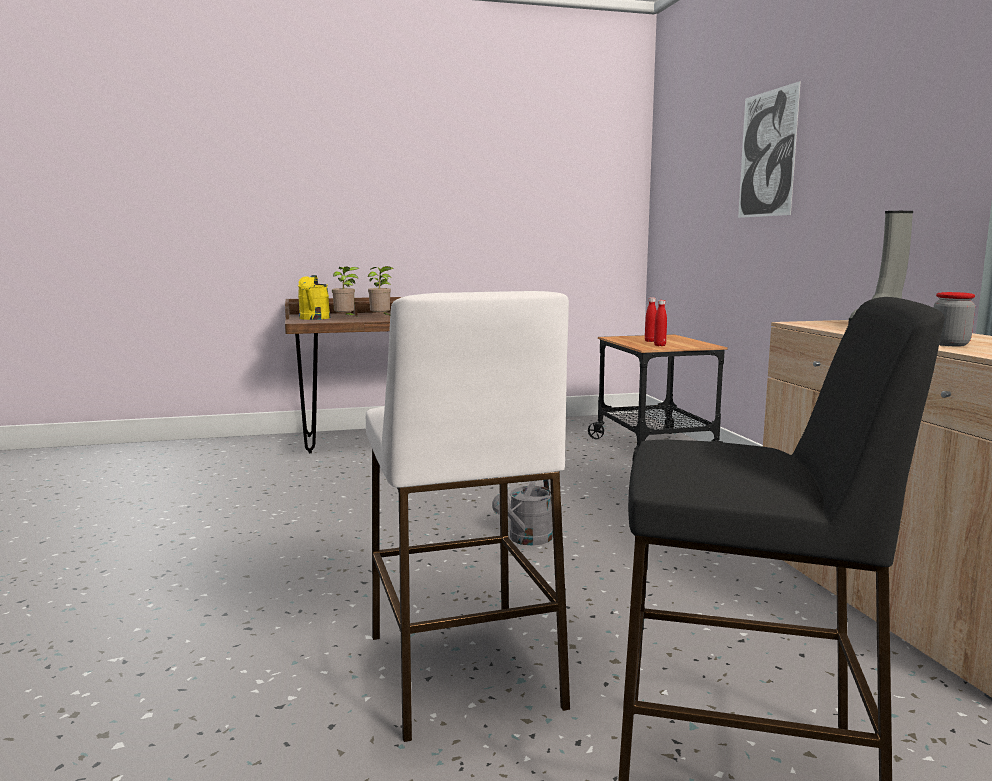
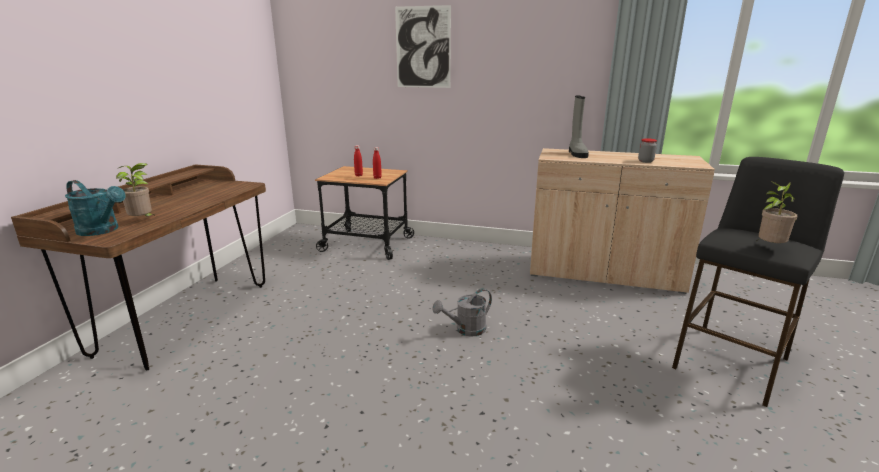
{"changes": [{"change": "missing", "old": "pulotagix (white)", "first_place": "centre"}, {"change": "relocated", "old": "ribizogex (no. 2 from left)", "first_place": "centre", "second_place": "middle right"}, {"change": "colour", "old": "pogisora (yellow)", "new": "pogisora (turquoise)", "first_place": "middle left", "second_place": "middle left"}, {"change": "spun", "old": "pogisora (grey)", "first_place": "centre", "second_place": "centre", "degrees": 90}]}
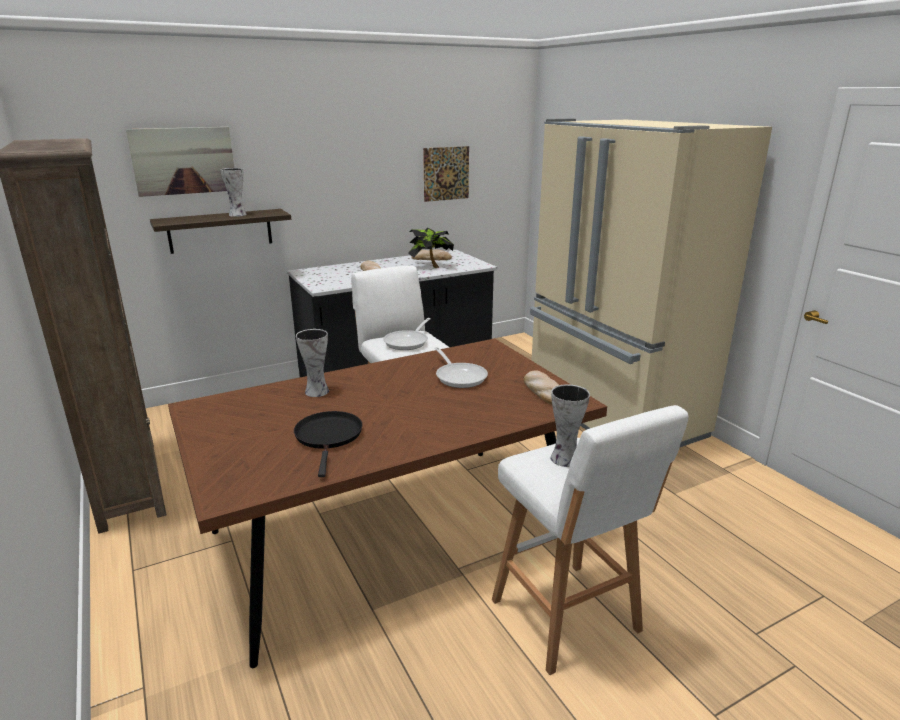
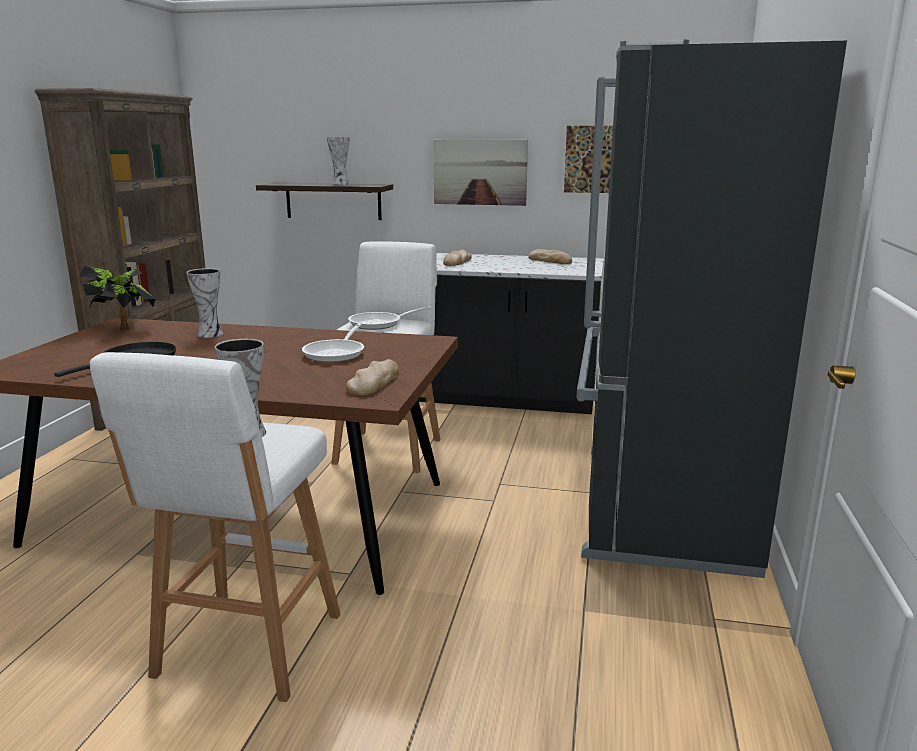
{"changes": [{"change": "relocated", "old": "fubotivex (no. 1 from left)", "first_place": "top left", "second_place": "top centre"}, {"change": "relocated", "old": "ribizogex", "first_place": "centre", "second_place": "middle left"}, {"change": "colour", "old": "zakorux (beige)", "new": "zakorux (black)", "first_place": "middle right", "second_place": "middle right"}]}
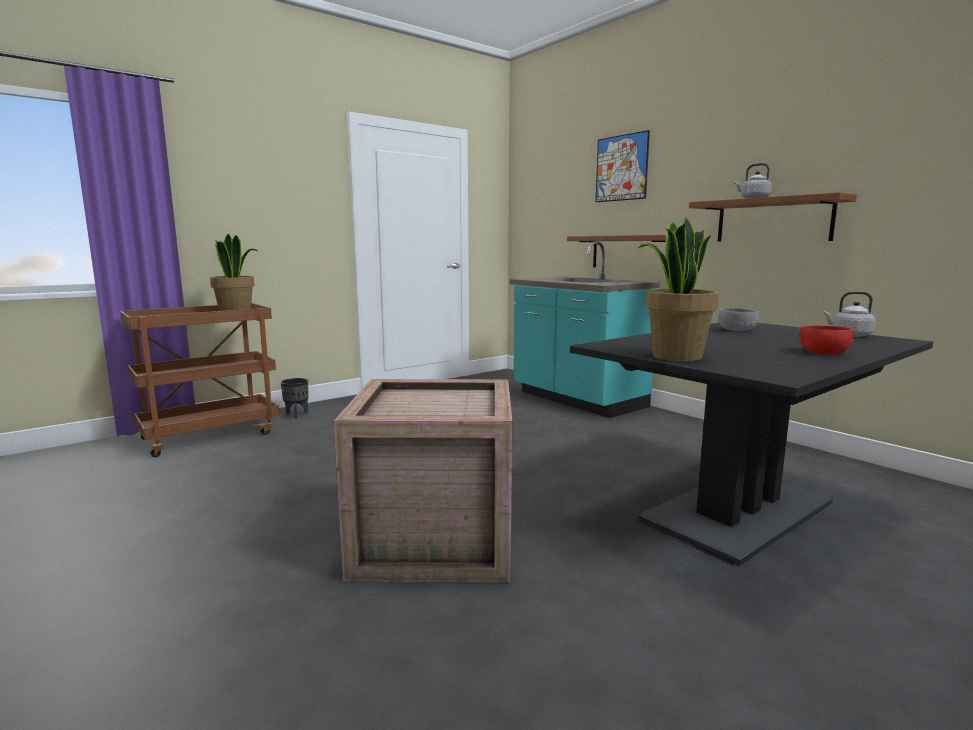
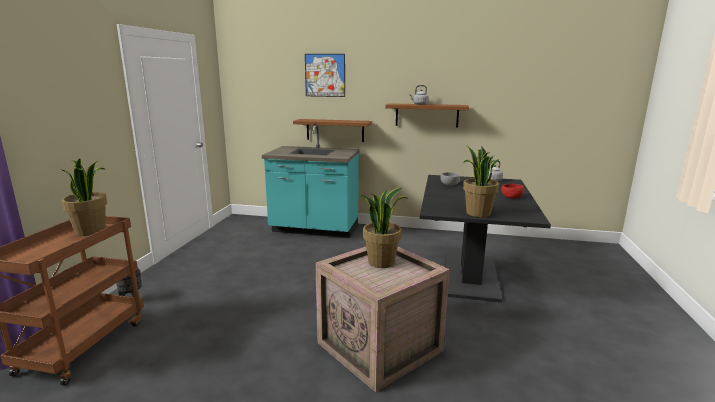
{"changes": [{"change": "appeared", "new": "ribizogex (no. 2 from left)", "second_place": "centre"}]}
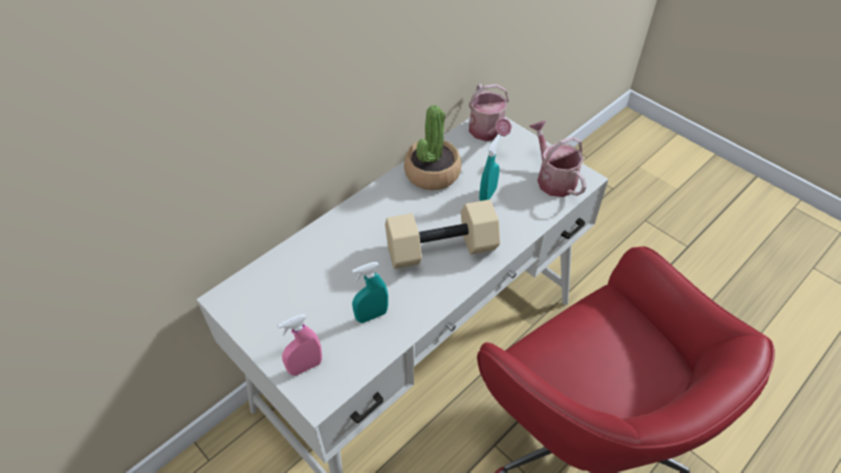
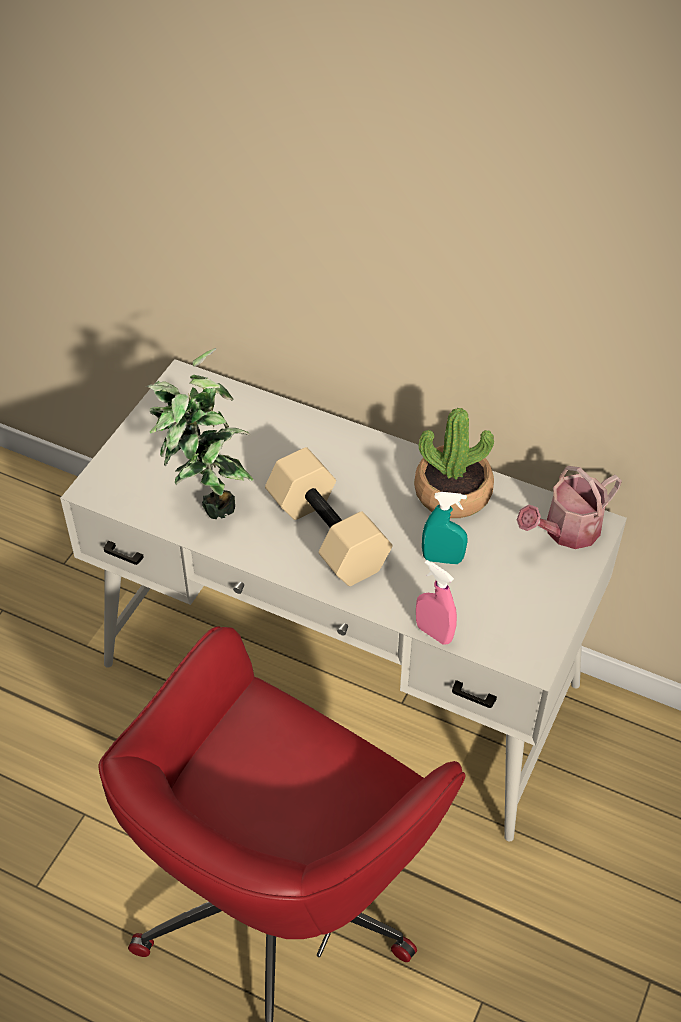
{"changes": [{"change": "missing", "old": "pogisora (no. 2 from left)", "first_place": "centre"}, {"change": "relocated", "old": "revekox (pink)", "first_place": "bottom centre", "second_place": "centre"}, {"change": "exchanged", "old": "revekox (turquoise) (no. 1 from left)", "new": "ribizogex (no. 1 from left)", "first_place": "centre", "second_place": "middle left"}]}
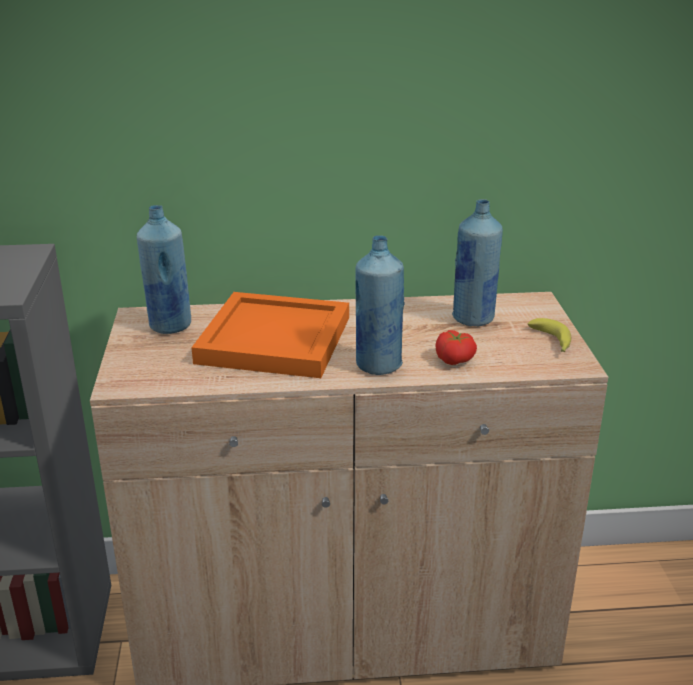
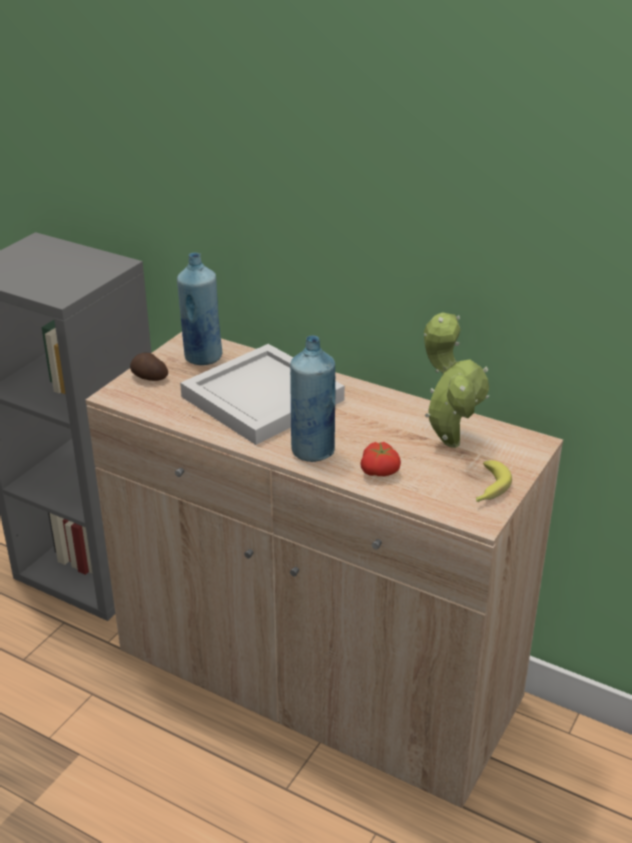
{"changes": [{"change": "appeared", "new": "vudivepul", "second_place": "middle left"}, {"change": "exchanged", "old": "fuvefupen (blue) (no. 3 from left)", "new": "ribizogex", "first_place": "middle right", "second_place": "middle right"}, {"change": "colour", "old": "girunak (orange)", "new": "girunak (white)", "first_place": "centre", "second_place": "centre"}]}
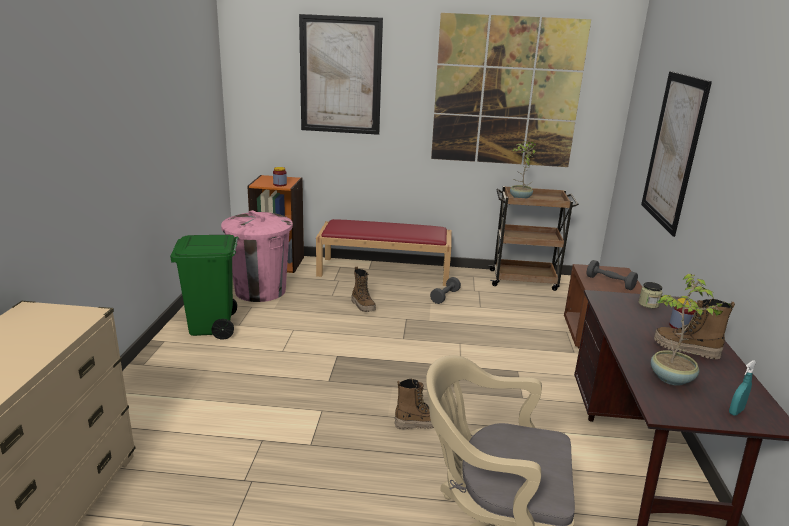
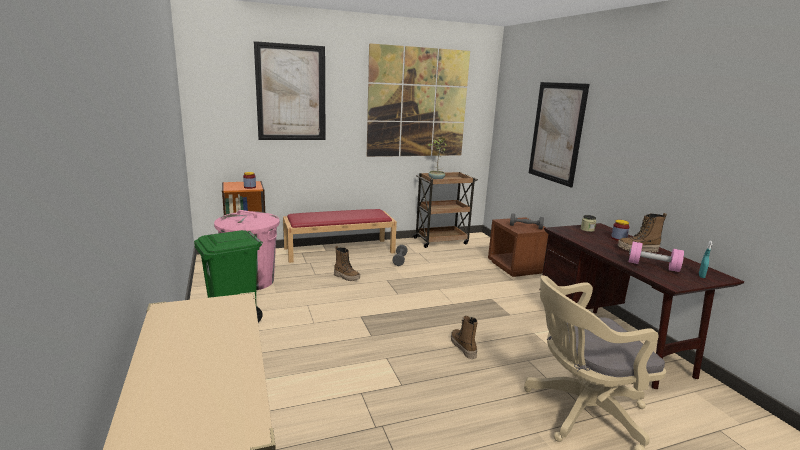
{"changes": [{"change": "exchanged", "old": "ribizogex (no. 2 from left)", "new": "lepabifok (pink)", "first_place": "middle right", "second_place": "middle right"}, {"change": "spun", "old": "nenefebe (no. 2 from left)", "first_place": "bottom centre", "second_place": "bottom centre", "degrees": -75}]}
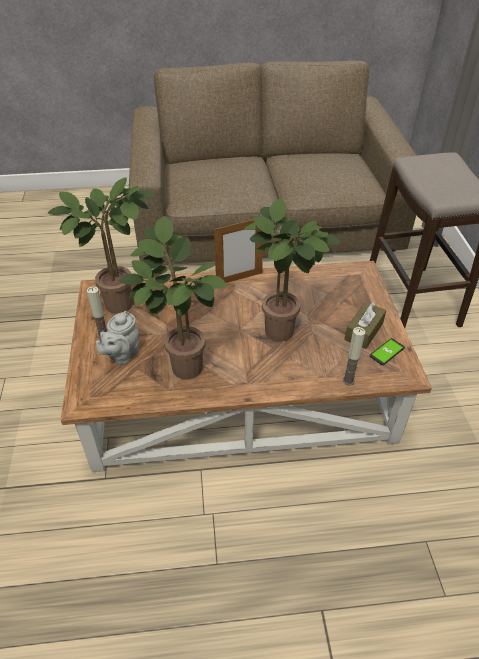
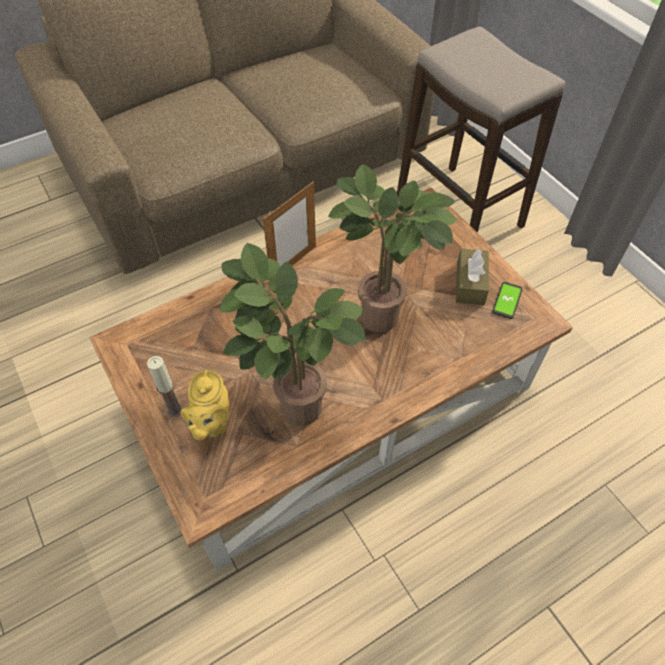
{"changes": [{"change": "missing", "old": "ribizogex (no. 1 from left)", "first_place": "middle left"}, {"change": "missing", "old": "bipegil (no. 2 from left)", "first_place": "middle right"}, {"change": "colour", "old": "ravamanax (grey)", "new": "ravamanax (yellow)", "first_place": "middle left", "second_place": "middle left"}]}
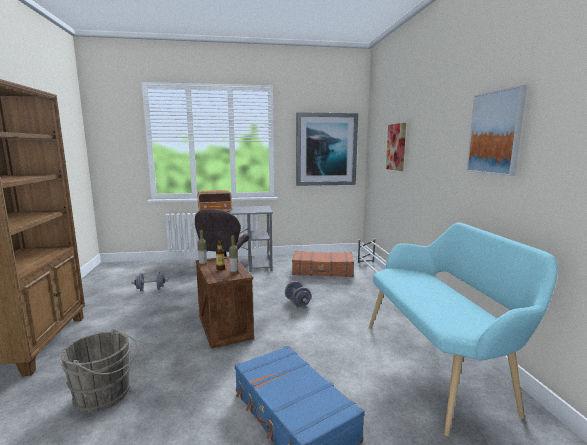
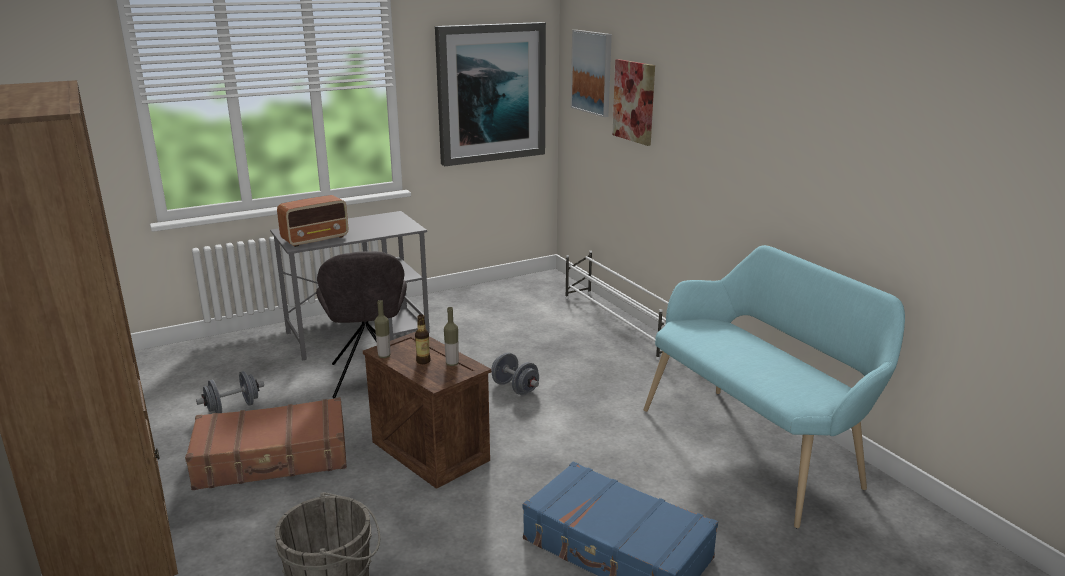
{"changes": [{"change": "relocated", "old": "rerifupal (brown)", "first_place": "centre", "second_place": "bottom left"}, {"change": "relocated", "old": "fubotivex (no. 3 from left in the first image)", "new": "fubotivex (no. 2 from left)", "first_place": "top right", "second_place": "top centre"}]}
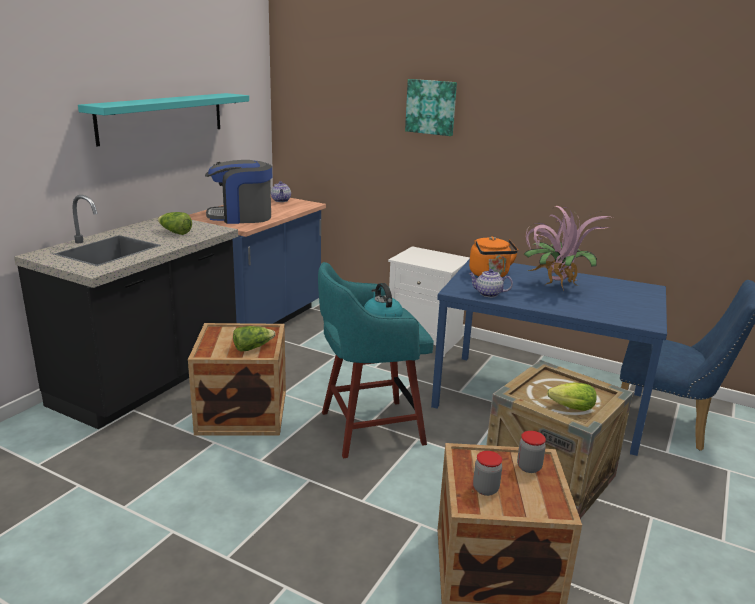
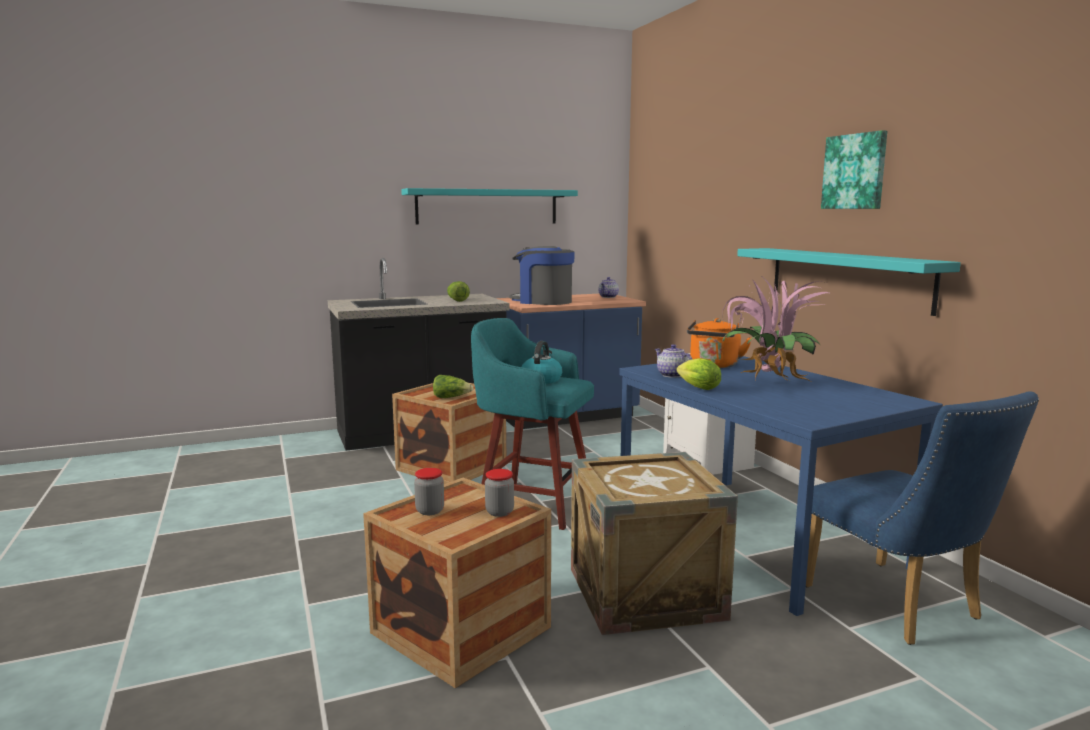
{"changes": [{"change": "appeared", "new": "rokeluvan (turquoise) (no. 2 from left)", "second_place": "middle right"}, {"change": "relocated", "old": "fubotivex", "first_place": "top centre", "second_place": "top right"}, {"change": "relocated", "old": "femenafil (no. 3 from left)", "first_place": "middle right", "second_place": "centre"}]}
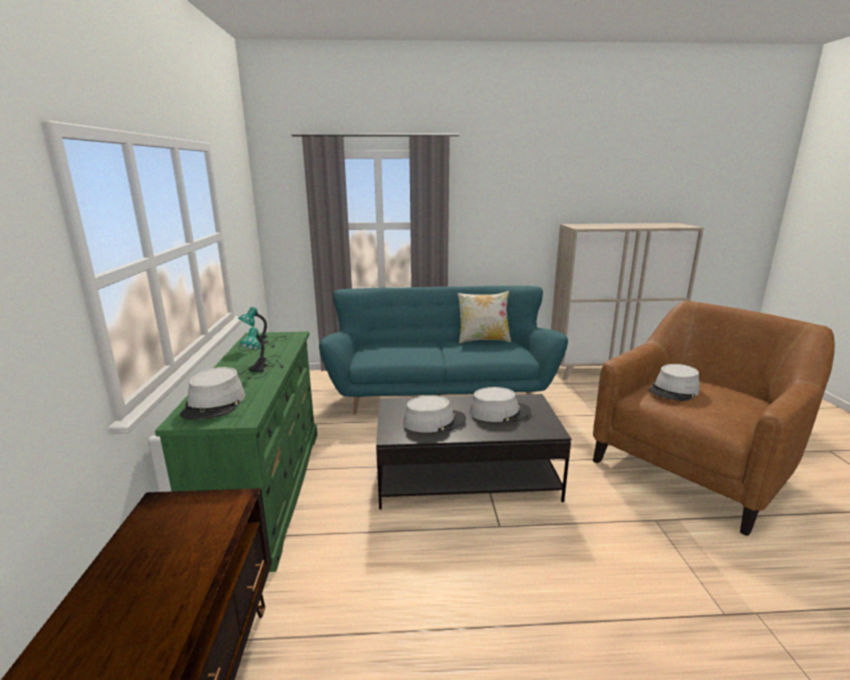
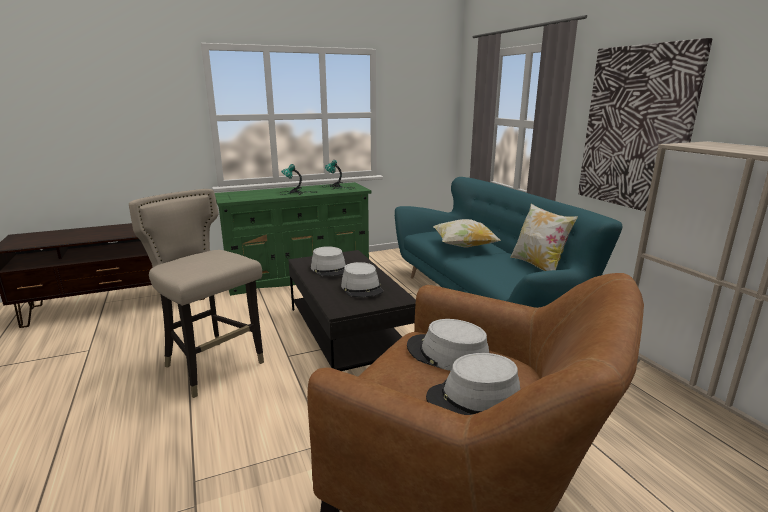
{"changes": [{"change": "appeared", "new": "pulotagix (beige)", "second_place": "middle left"}, {"change": "appeared", "new": "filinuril (no. 1 from left)", "second_place": "centre"}, {"change": "appeared", "new": "fubotivex", "second_place": "top right"}, {"change": "relocated", "old": "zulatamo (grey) (no. 1 from left in the first image)", "new": "zulatamo (grey) (no. 4 from left)", "first_place": "middle left", "second_place": "bottom centre"}]}
